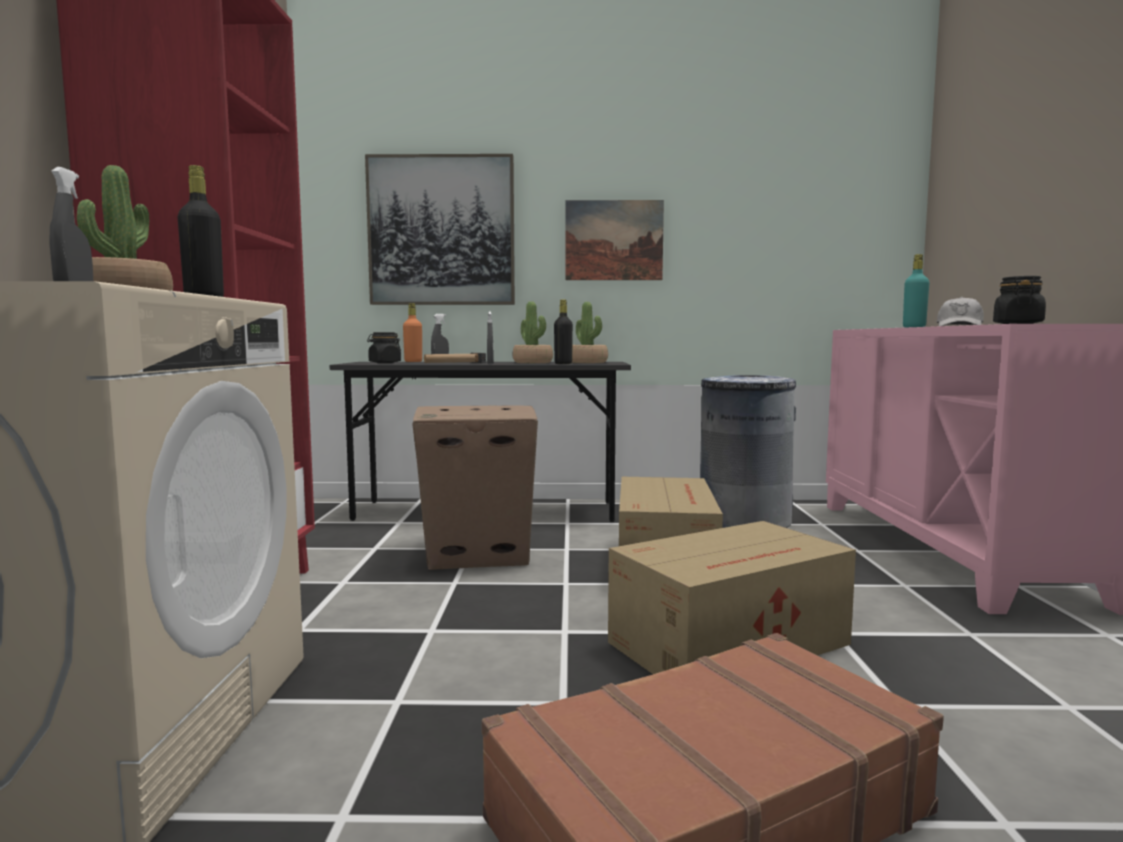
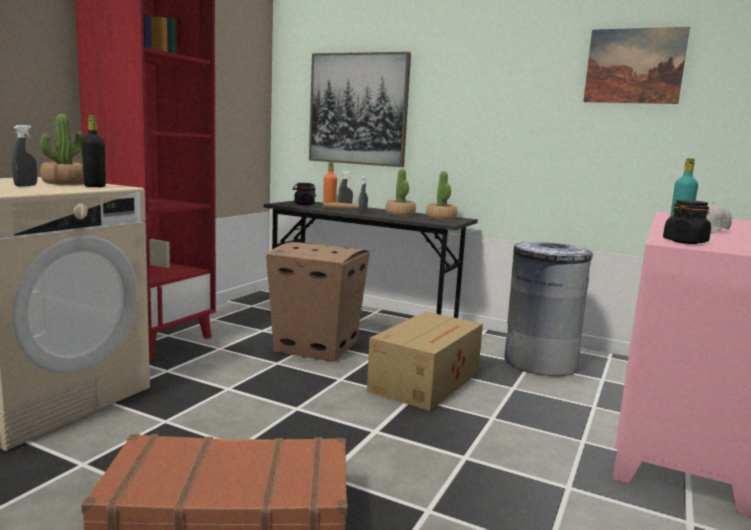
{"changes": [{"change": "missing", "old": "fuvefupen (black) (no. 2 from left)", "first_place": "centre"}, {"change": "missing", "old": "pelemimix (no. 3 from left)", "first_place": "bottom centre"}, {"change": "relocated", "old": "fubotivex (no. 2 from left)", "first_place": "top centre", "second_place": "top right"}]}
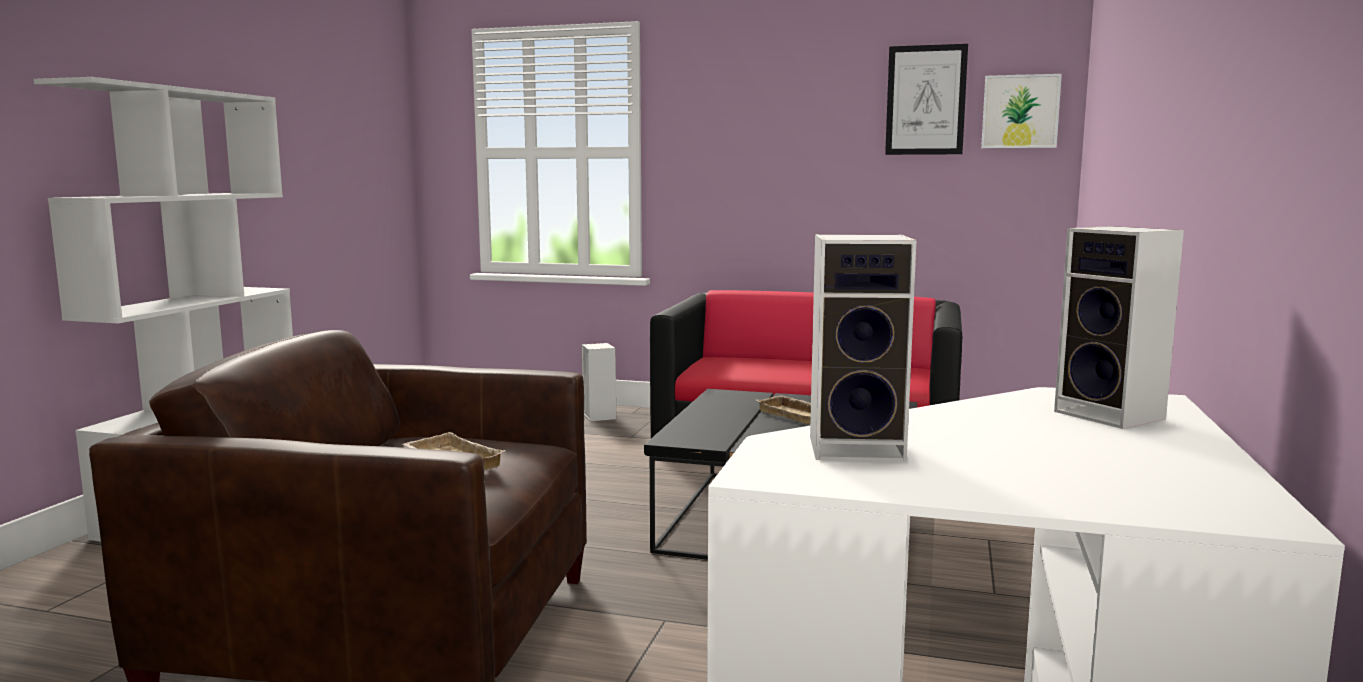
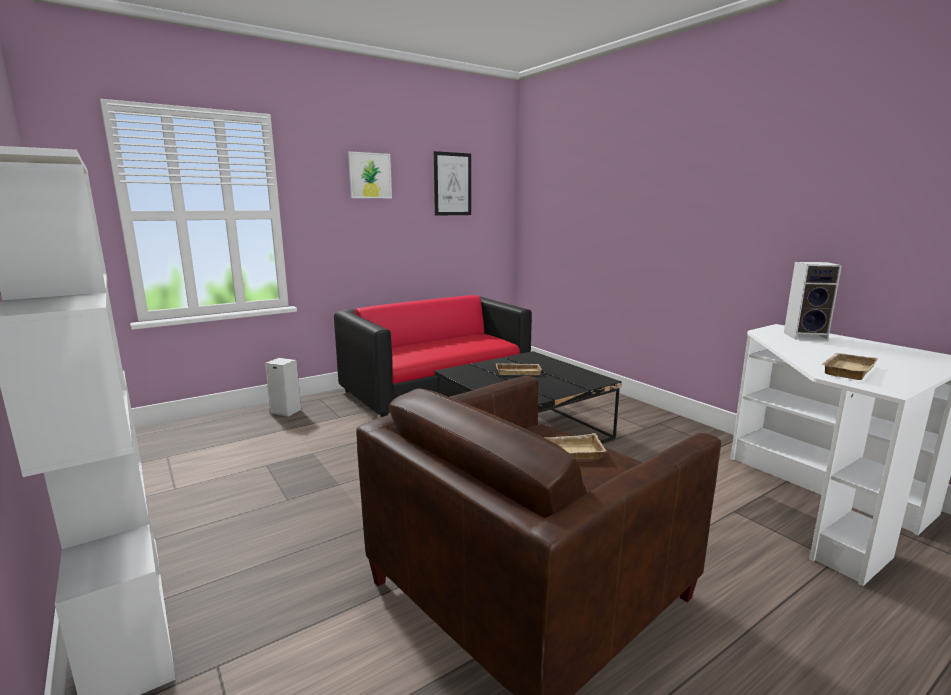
{"changes": [{"change": "relocated", "old": "fubotivex (no. 2 from left in the first image)", "new": "fubotivex (no. 1 from left)", "first_place": "top right", "second_place": "top centre"}, {"change": "exchanged", "old": "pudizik (no. 2 from left)", "new": "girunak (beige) (no. 3 from left)", "first_place": "centre", "second_place": "middle right"}]}
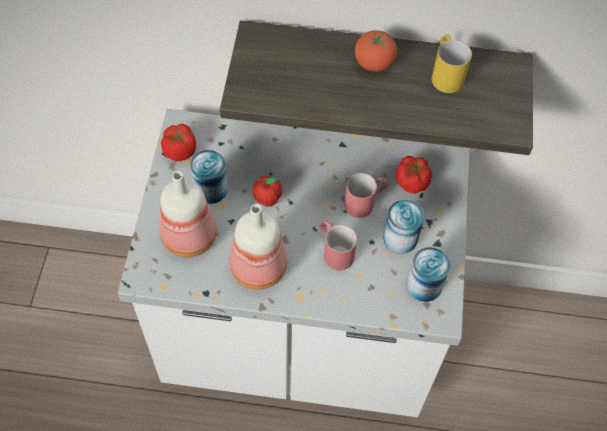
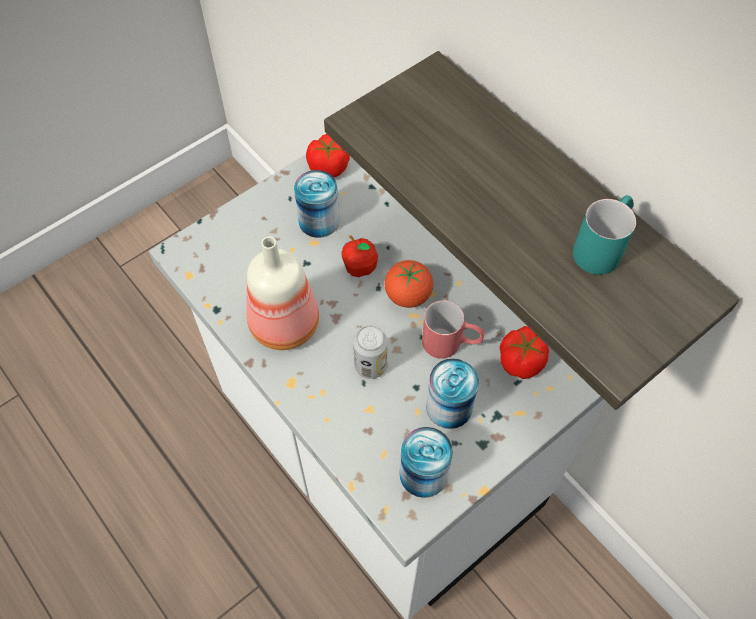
{"changes": [{"change": "missing", "old": "fuvefupen (no. 1 from left)", "first_place": "middle left"}, {"change": "relocated", "old": "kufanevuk (no. 2 from left)", "first_place": "top centre", "second_place": "centre"}, {"change": "exchanged", "old": "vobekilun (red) (no. 1 from left)", "new": "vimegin (no. 2 from left)", "first_place": "centre", "second_place": "centre"}, {"change": "colour", "old": "vobekilun (yellow)", "new": "vobekilun (turquoise)", "first_place": "top right", "second_place": "middle right"}]}
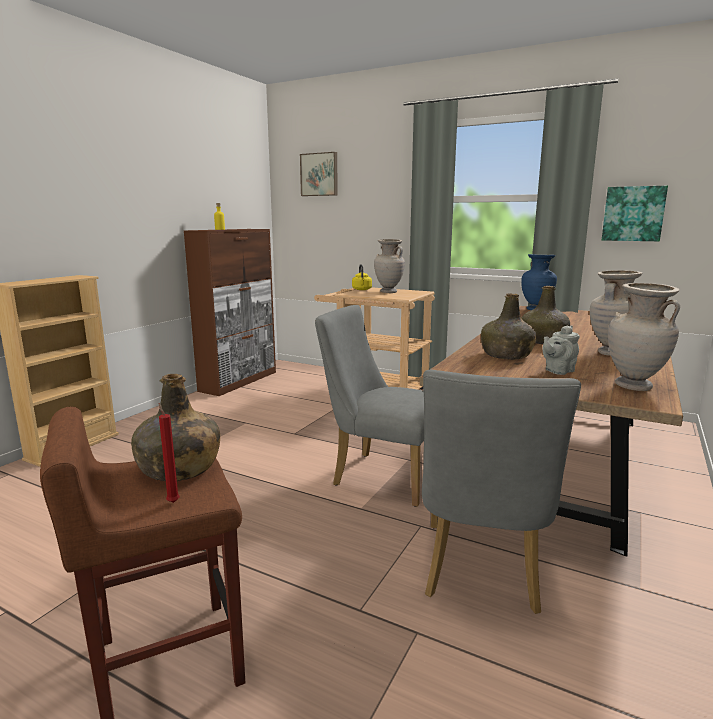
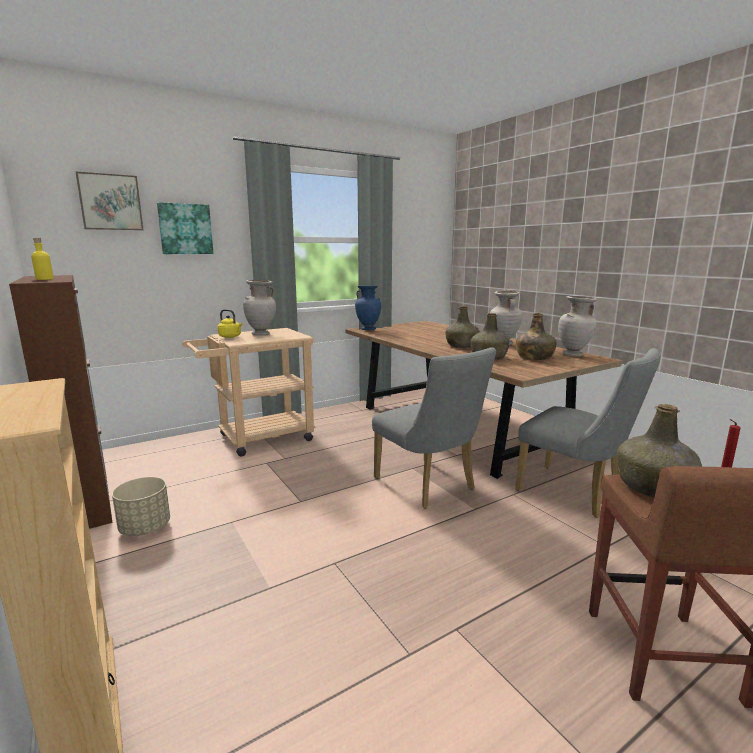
{"changes": [{"change": "appeared", "new": "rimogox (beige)", "second_place": "bottom left"}, {"change": "relocated", "old": "fubotivex (no. 2 from left)", "first_place": "top right", "second_place": "top left"}, {"change": "exchanged", "old": "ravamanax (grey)", "new": "fuvefupen (green) (no. 3 from left)", "first_place": "middle right", "second_place": "middle right"}, {"change": "spun", "old": "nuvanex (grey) (no. 1 from left)", "first_place": "centre", "second_place": "centre", "degrees": -90}]}
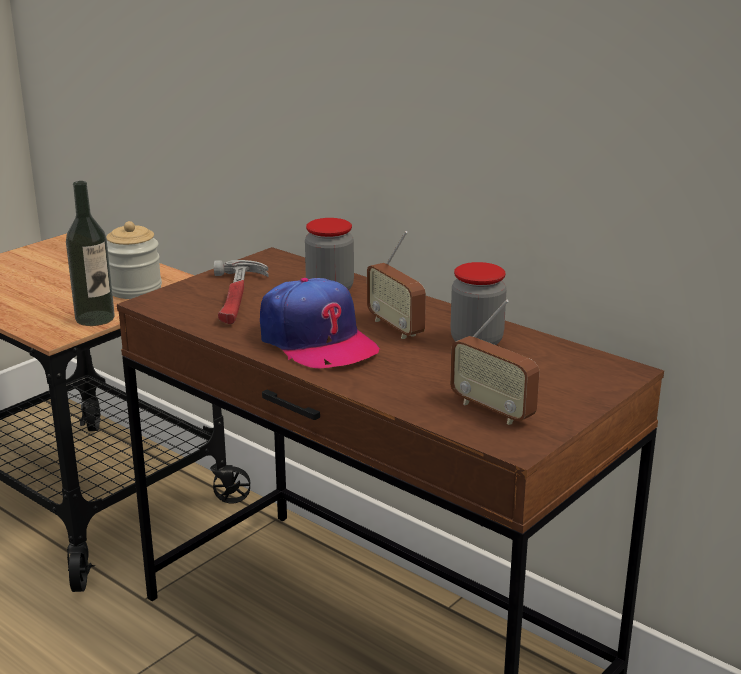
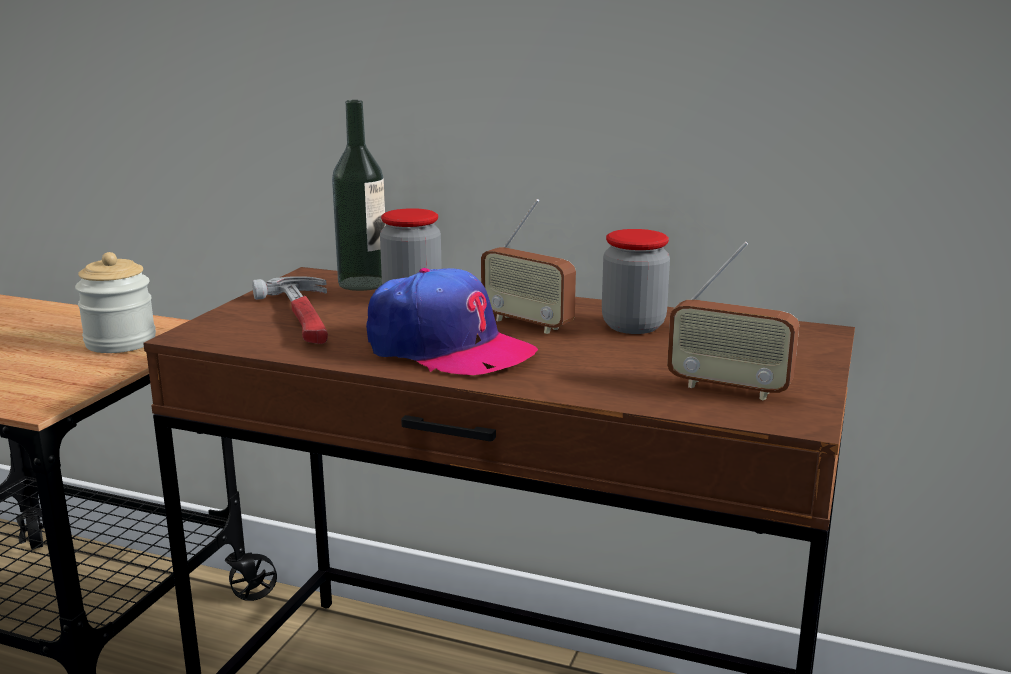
{"changes": [{"change": "relocated", "old": "fuvefupen", "first_place": "middle left", "second_place": "top centre"}]}
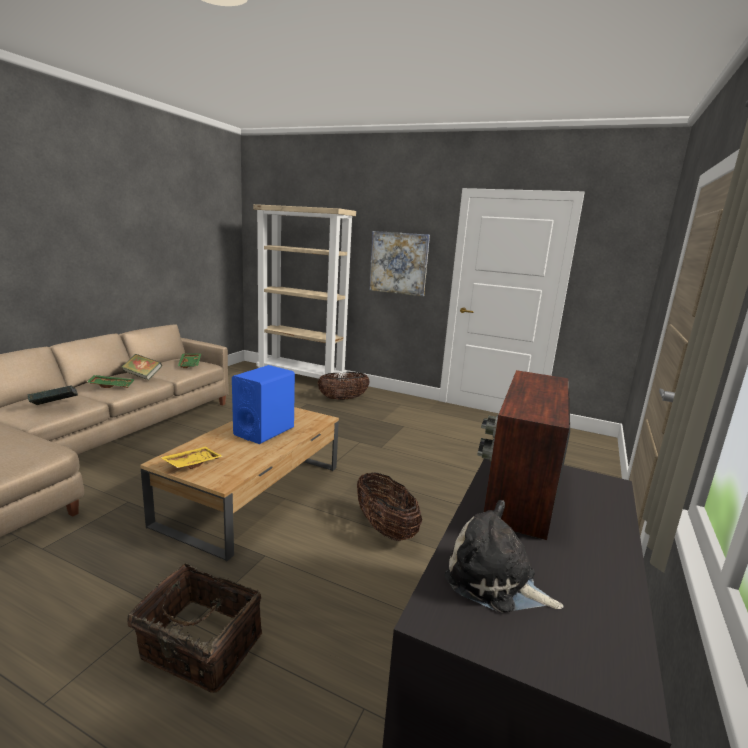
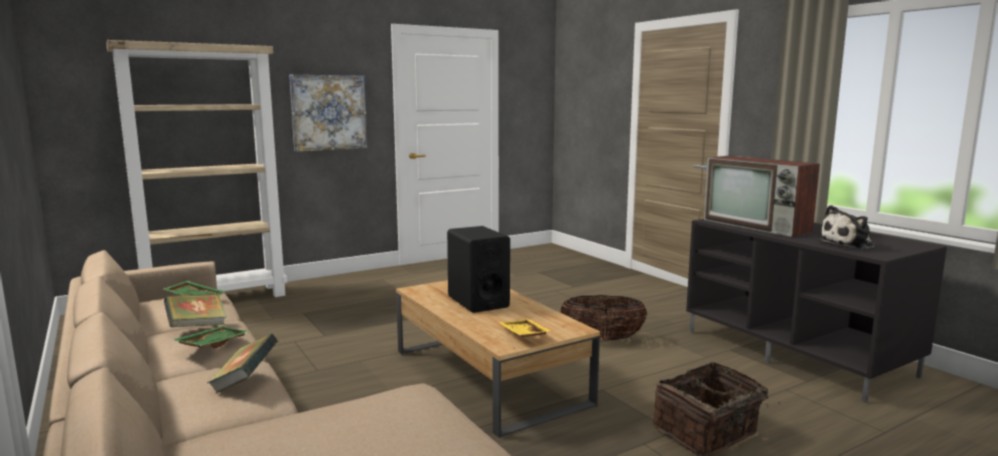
{"changes": [{"change": "missing", "old": "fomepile (no. 2 from left)", "first_place": "centre"}, {"change": "colour", "old": "pudizik (blue)", "new": "pudizik (black)", "first_place": "centre", "second_place": "centre"}]}
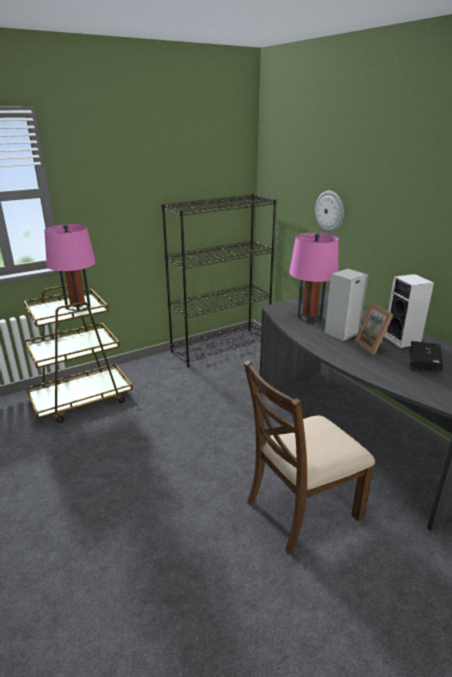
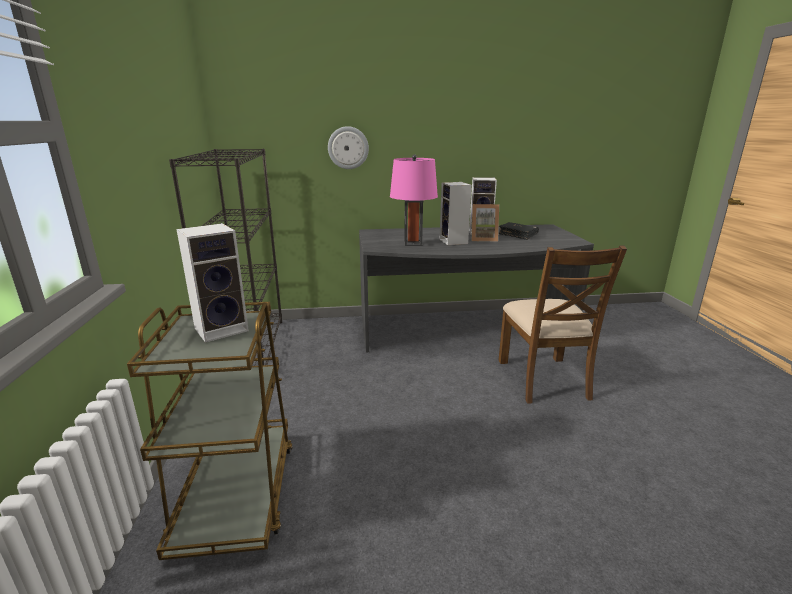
{"changes": [{"change": "exchanged", "old": "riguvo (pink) (no. 1 from left)", "new": "pudizik (no. 1 from left)", "first_place": "middle left", "second_place": "middle left"}]}
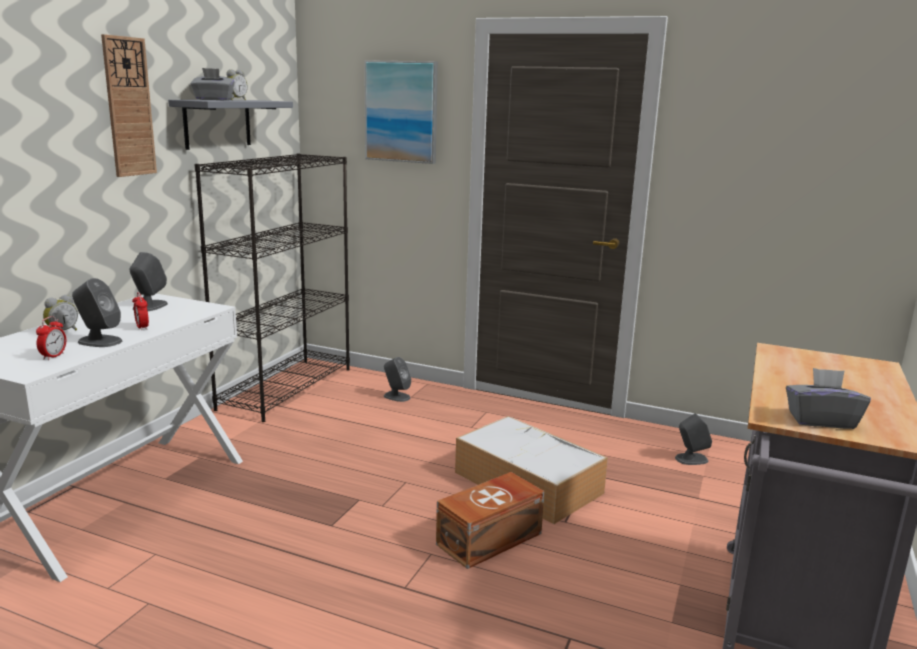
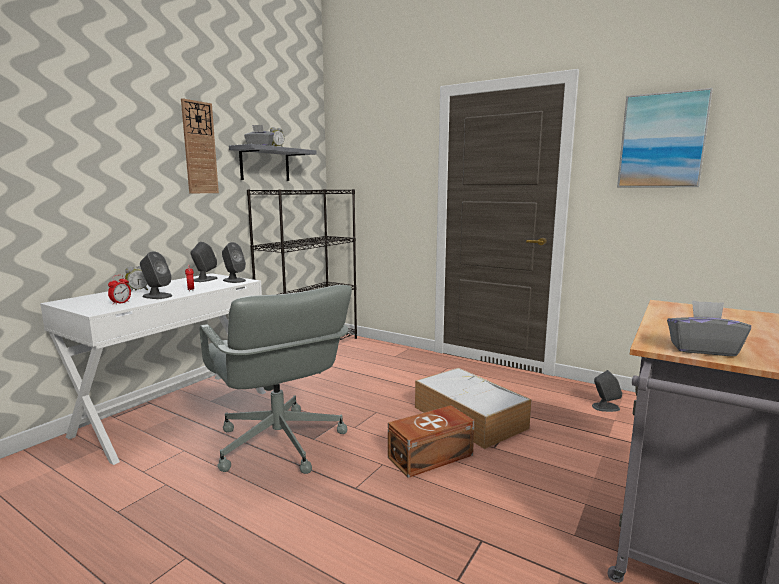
{"changes": [{"change": "appeared", "new": "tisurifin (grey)", "second_place": "centre"}, {"change": "relocated", "old": "fubotivex", "first_place": "top centre", "second_place": "top right"}, {"change": "relocated", "old": "pudizik (grey) (no. 3 from left)", "first_place": "centre", "second_place": "middle left"}]}
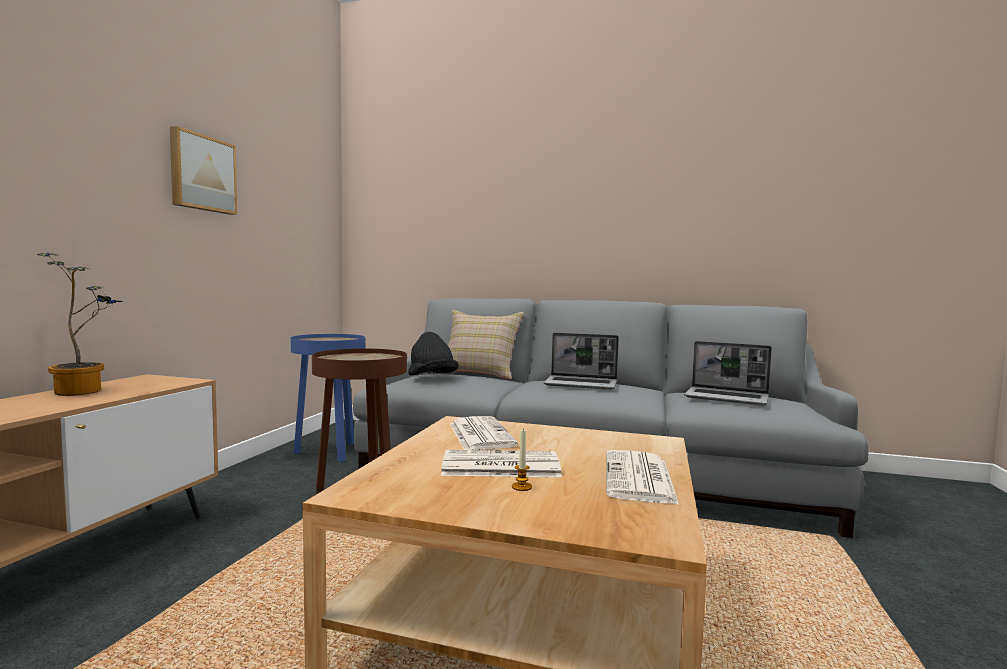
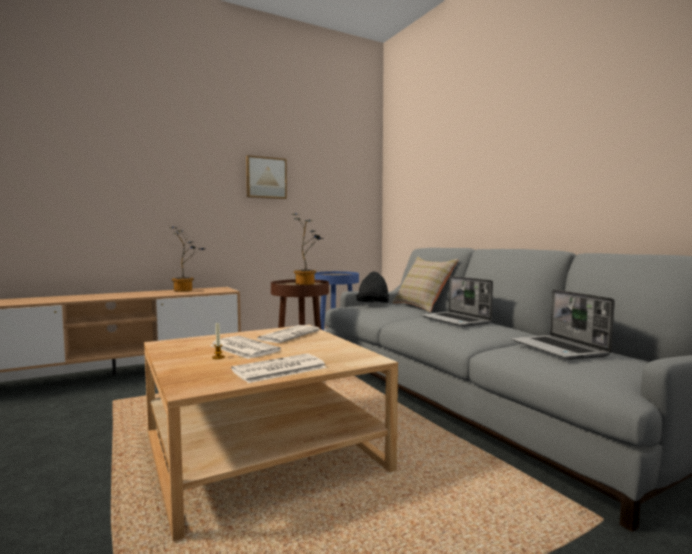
{"changes": [{"change": "appeared", "new": "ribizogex (no. 2 from left)", "second_place": "centre"}]}
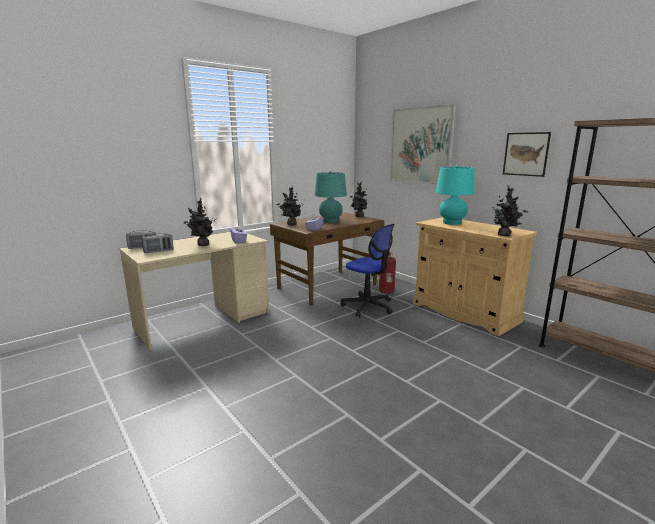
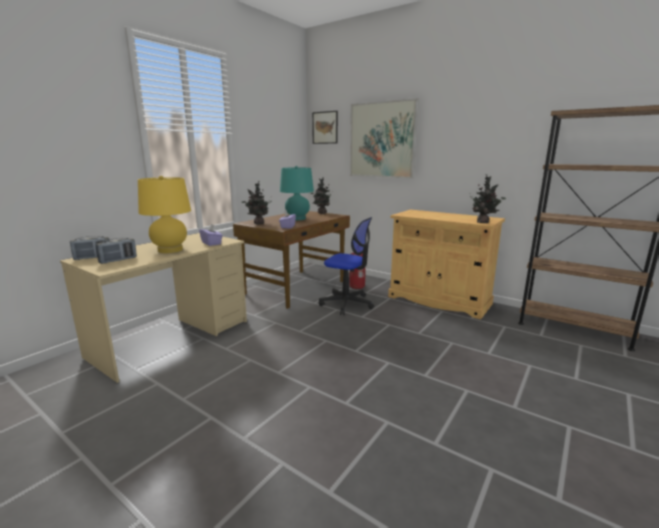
{"changes": [{"change": "missing", "old": "riguvo (turquoise) (no. 2 from left)", "first_place": "middle right"}, {"change": "relocated", "old": "fubotivex (no. 2 from left in the first image)", "new": "fubotivex (no. 1 from left)", "first_place": "top right", "second_place": "top centre"}, {"change": "exchanged", "old": "ribizogex (no. 1 from left)", "new": "riguvo (yellow)", "first_place": "middle left", "second_place": "middle left"}]}
